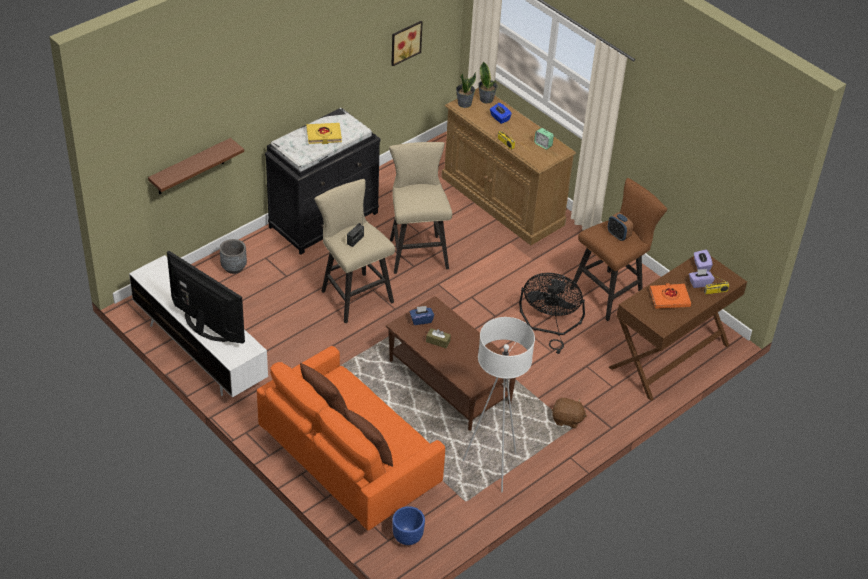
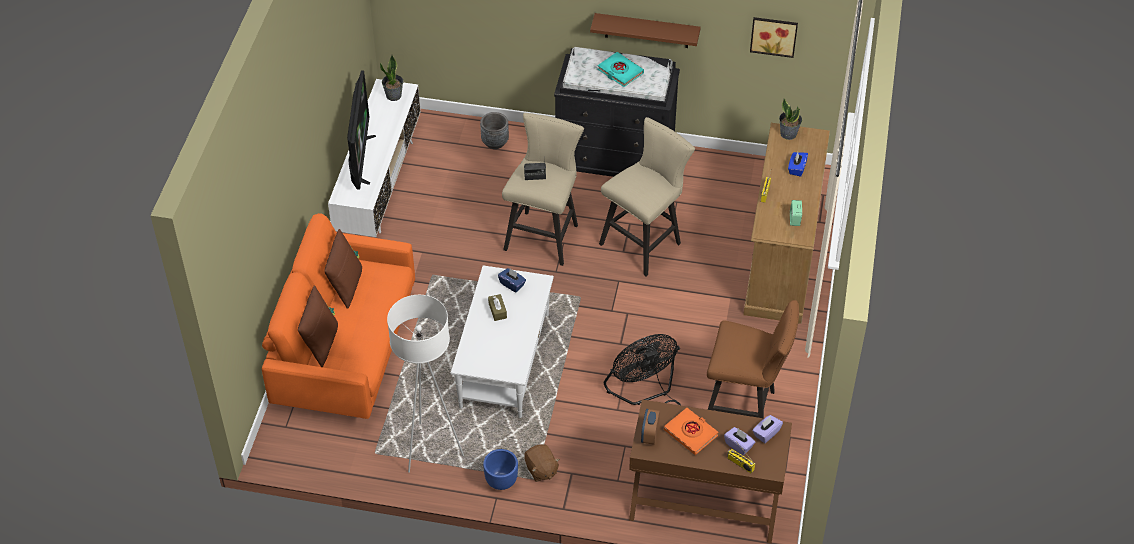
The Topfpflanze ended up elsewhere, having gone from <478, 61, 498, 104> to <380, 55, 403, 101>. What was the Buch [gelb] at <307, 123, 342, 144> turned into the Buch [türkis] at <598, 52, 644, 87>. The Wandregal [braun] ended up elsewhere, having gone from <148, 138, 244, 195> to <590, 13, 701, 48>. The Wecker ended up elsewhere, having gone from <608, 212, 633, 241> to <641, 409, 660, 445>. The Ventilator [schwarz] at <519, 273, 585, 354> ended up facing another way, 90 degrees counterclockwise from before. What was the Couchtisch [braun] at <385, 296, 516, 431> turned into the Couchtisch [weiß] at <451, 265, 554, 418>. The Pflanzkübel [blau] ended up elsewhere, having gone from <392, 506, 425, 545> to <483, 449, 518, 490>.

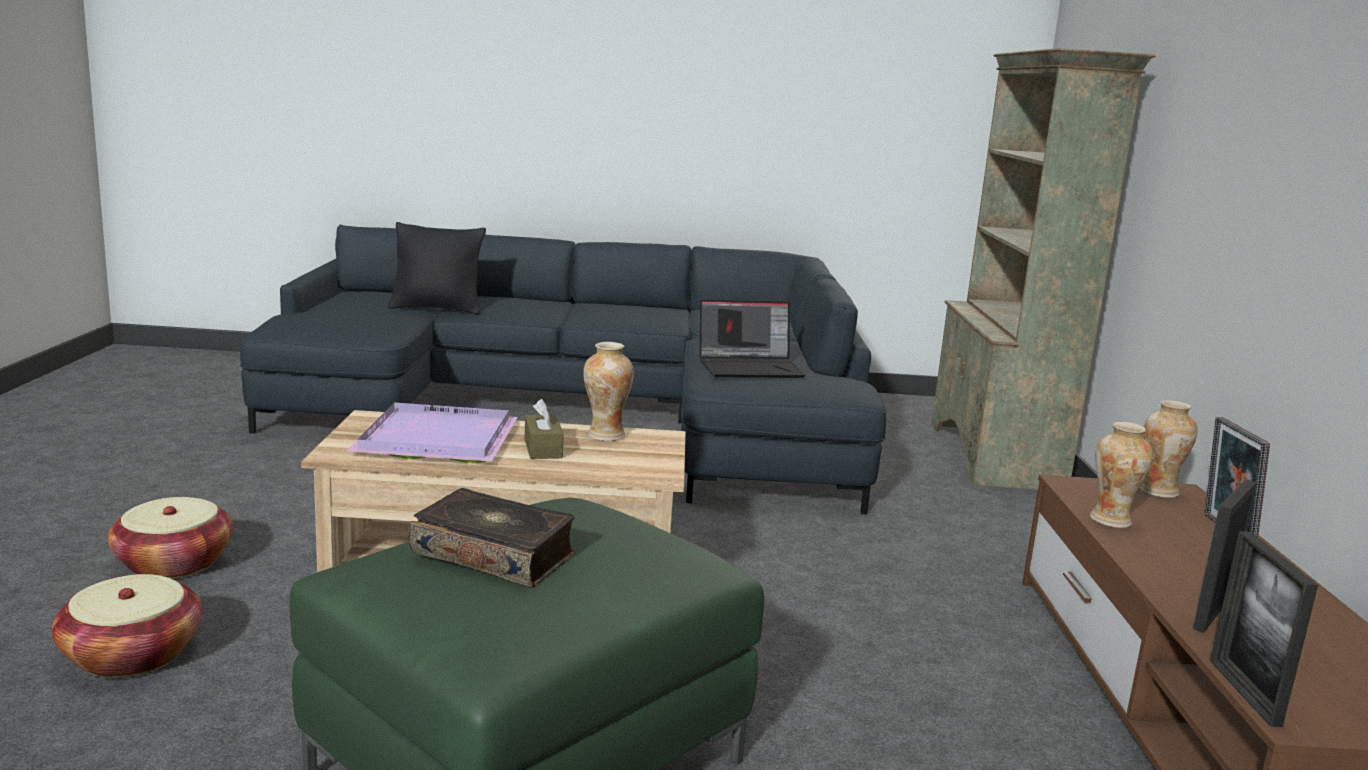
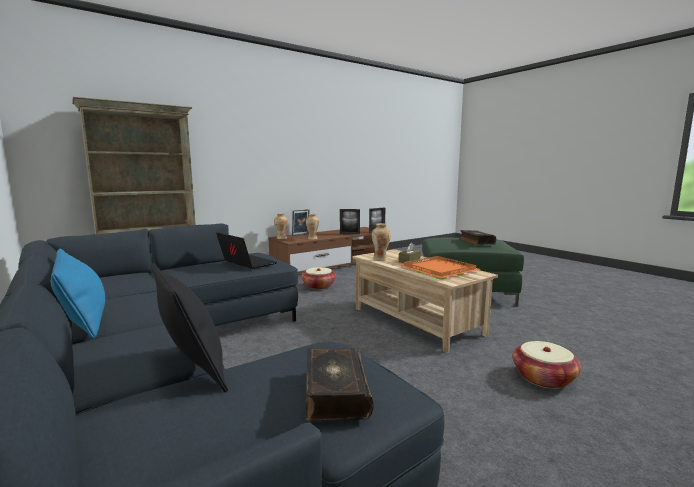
What was the Tablett [lila] at <346, 402, 518, 463> turned into the Tablett [orange] at <399, 256, 480, 279>. The Korb ended up elsewhere, having gone from <52, 574, 202, 678> to <302, 267, 336, 290>. The second view gained the Kissen [blau] at <51, 249, 105, 339>. The second view gained the Buch at <306, 347, 374, 422>.

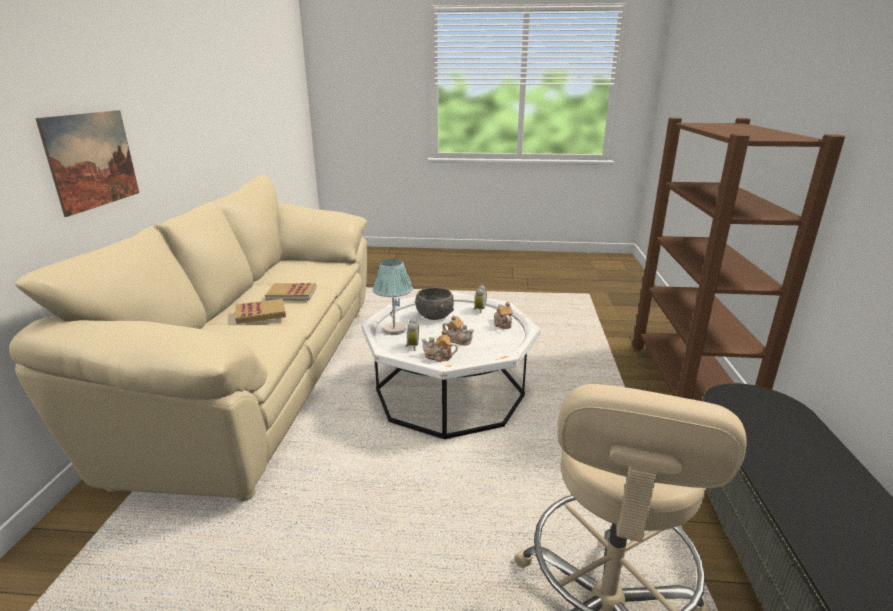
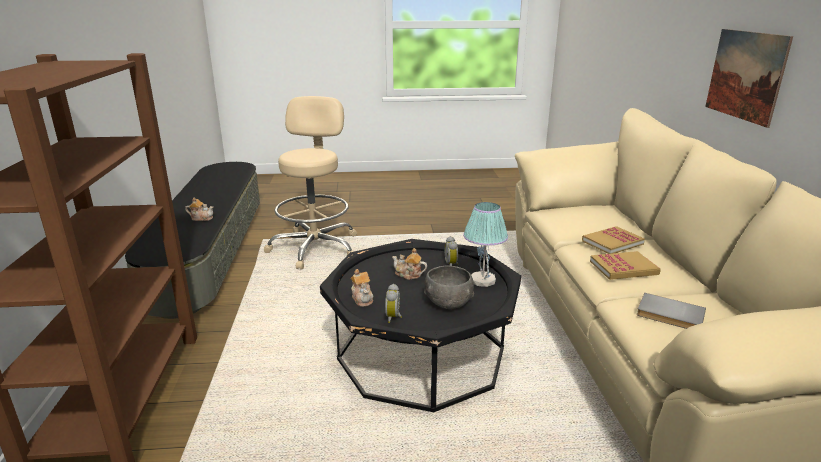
What was the Couchtisch [weiß] at <362, 292, 540, 439> turned into the Couchtisch [schwarz] at <320, 239, 521, 412>. The Teekanne ended up elsewhere, having gone from <421, 330, 458, 362> to <185, 198, 213, 221>. The second view gained the Buch [grau] at <637, 293, 706, 329>.

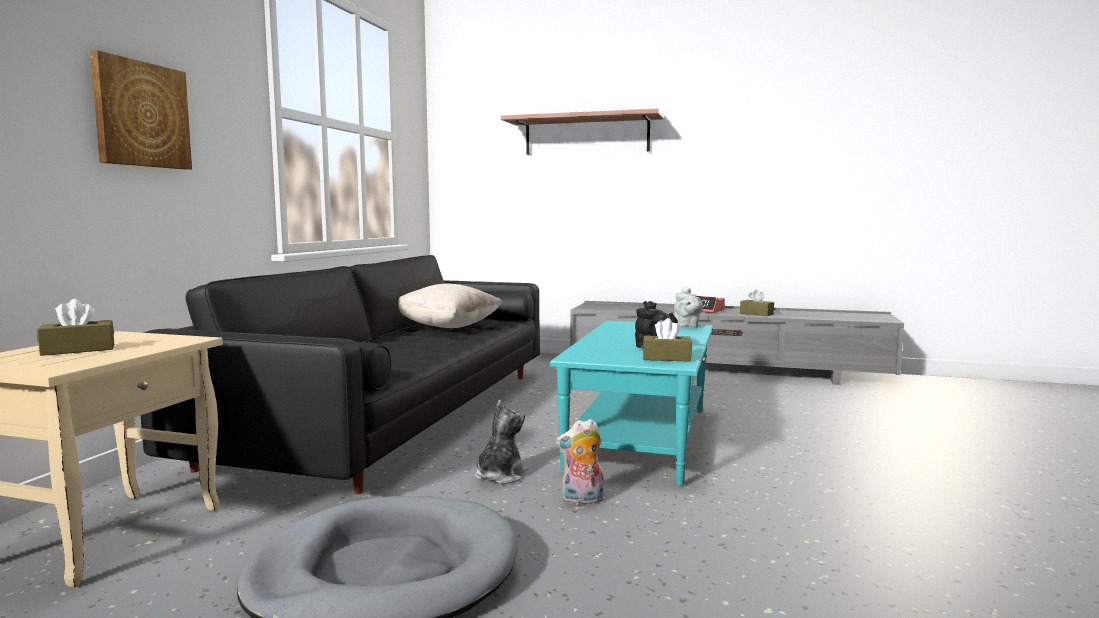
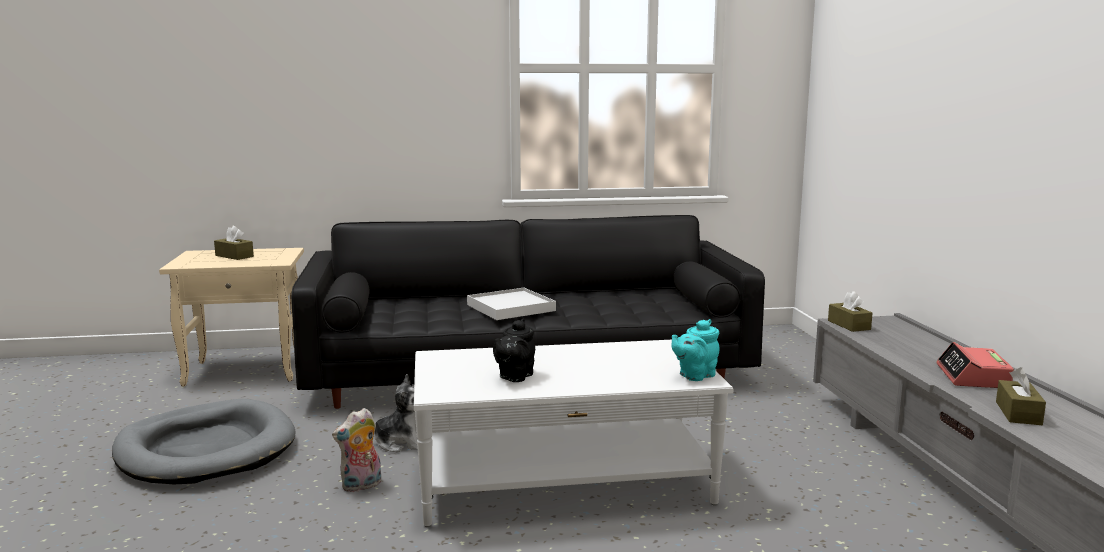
The second view lost the Bild at <90, 50, 192, 170>. The second view lost the Wandregal at <501, 109, 664, 155>. The second view lost the Kissen [beige] at <398, 284, 503, 328>. What was the Teekanne [grau] at <674, 287, 703, 328> turned into the Teekanne [türkis] at <672, 319, 720, 381>. The Taschentuchbox [braun] ended up elsewhere, having gone from <643, 318, 692, 362> to <828, 291, 873, 332>. What was the Couchtisch [türkis] at <550, 321, 713, 487> turned into the Couchtisch [weiß] at <414, 340, 733, 527>. The Plüschtier at <556, 419, 604, 506> ended up facing another way, 90 degrees counterclockwise from before. The second view gained the Tablett [weiß] at <467, 288, 556, 320>.

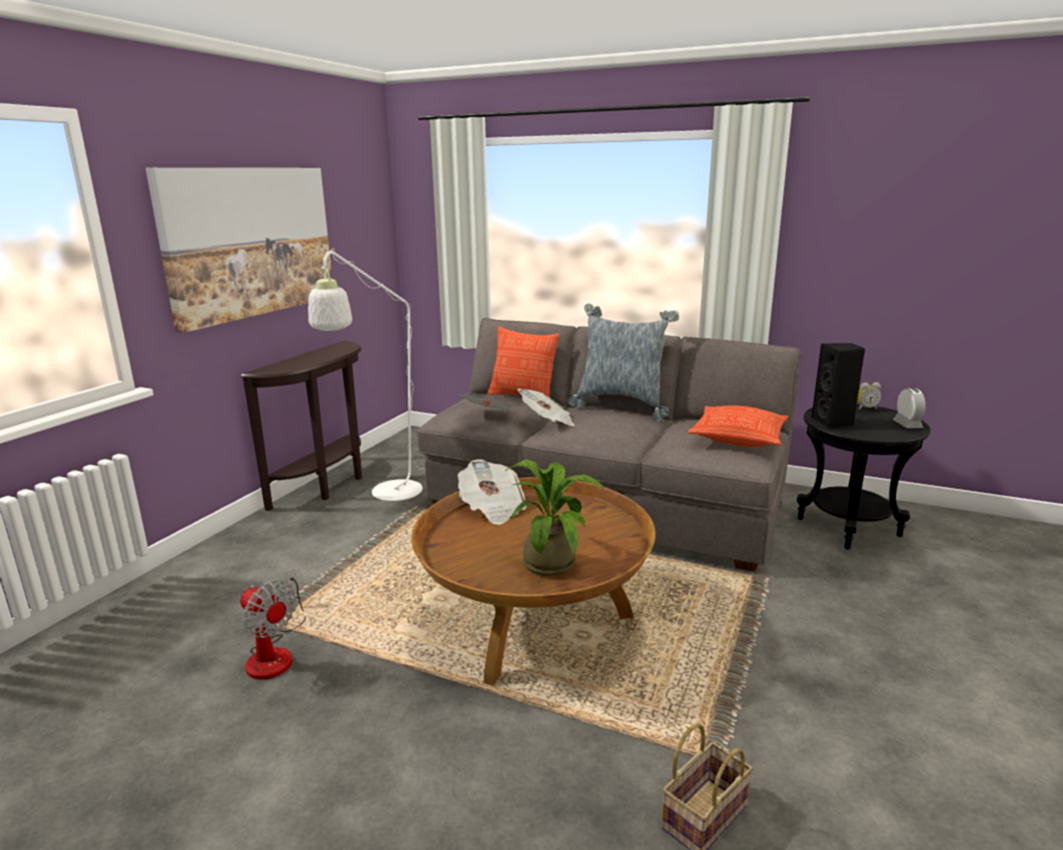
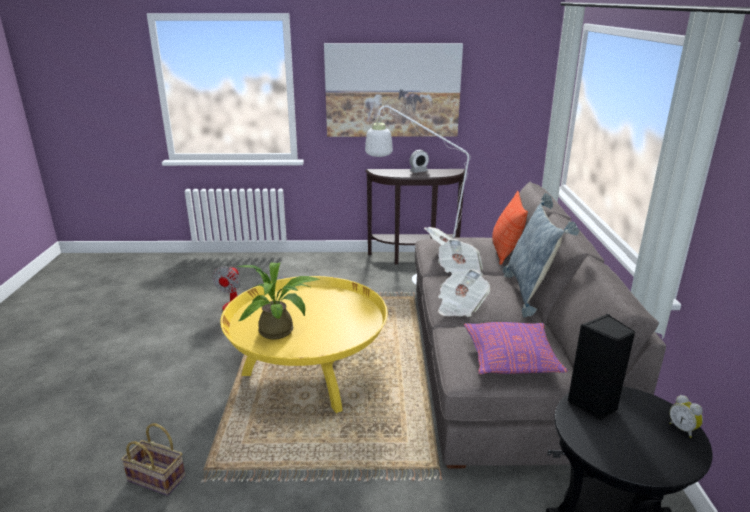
The Wecker ended up elsewhere, having gone from <893, 388, 926, 428> to <409, 150, 429, 173>. What was the Kissen [orange] at <687, 406, 788, 447> turned into the Kissen [lila] at <464, 322, 568, 374>. The Zeitung ended up elsewhere, having gone from <458, 459, 527, 525> to <438, 269, 490, 317>. What was the Couchtisch [braun] at <411, 477, 656, 686> turned into the Couchtisch [gelb] at <220, 276, 388, 413>.

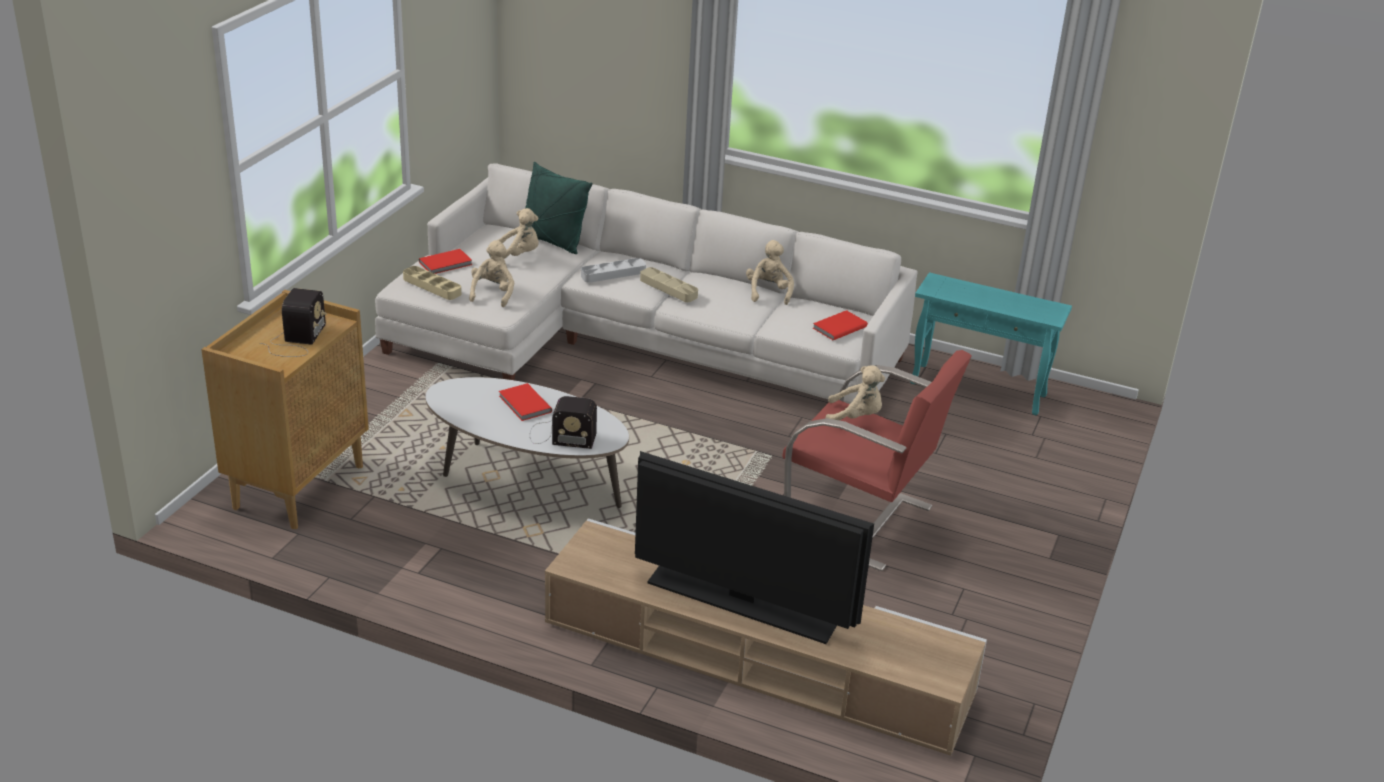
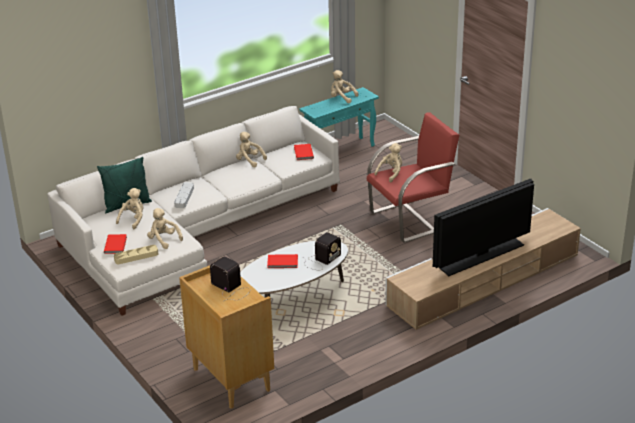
The second view lost the Tablett [beige] at <640, 267, 698, 302>. The second view gained the Plüschtier [beige] at <331, 70, 359, 103>.

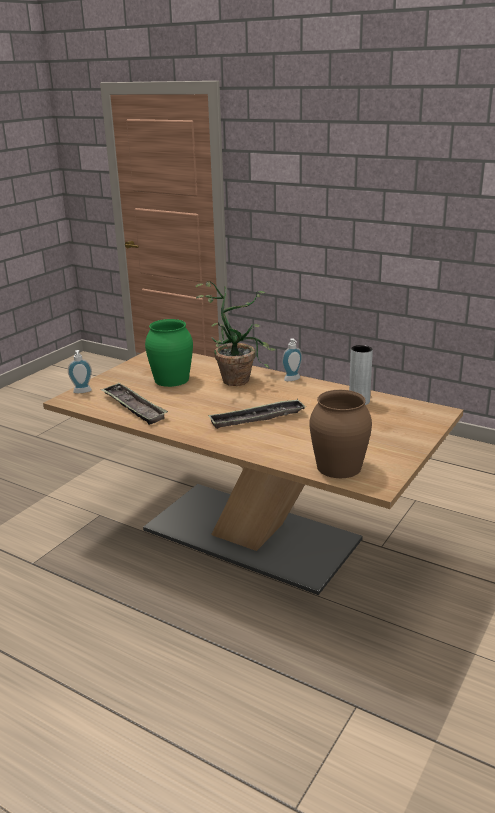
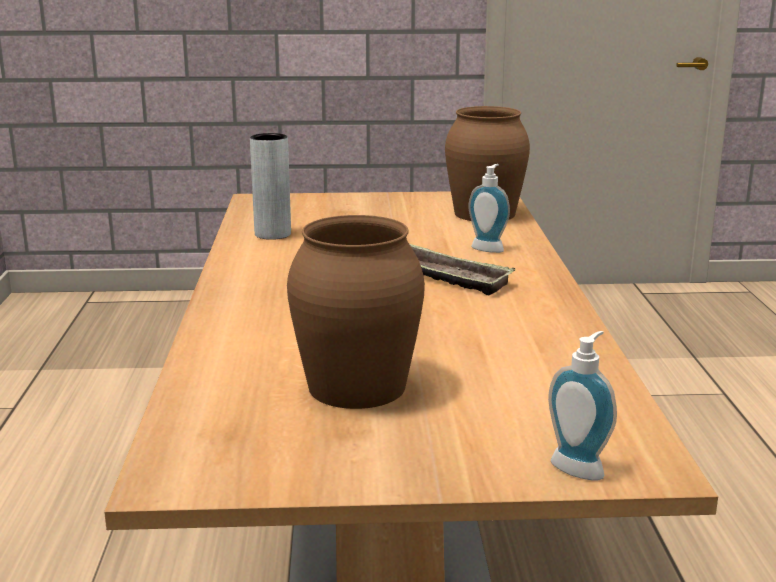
The second view lost the Topfpflanze at <195, 281, 276, 386>. What was the Vase [grün] at <145, 319, 193, 387> turned into the Vase [braun] at <287, 215, 425, 409>. The Seifenspender ended up elsewhere, having gone from <282, 338, 302, 381> to <469, 164, 510, 253>. The second view lost the Tablett at <101, 383, 168, 425>.

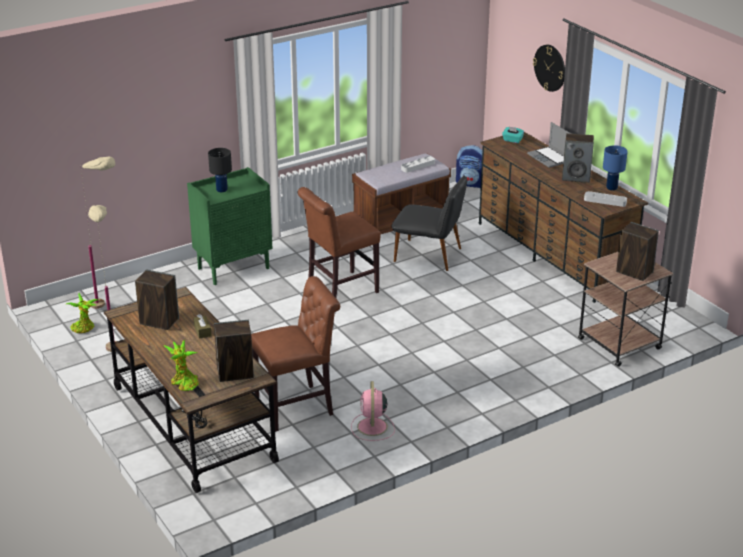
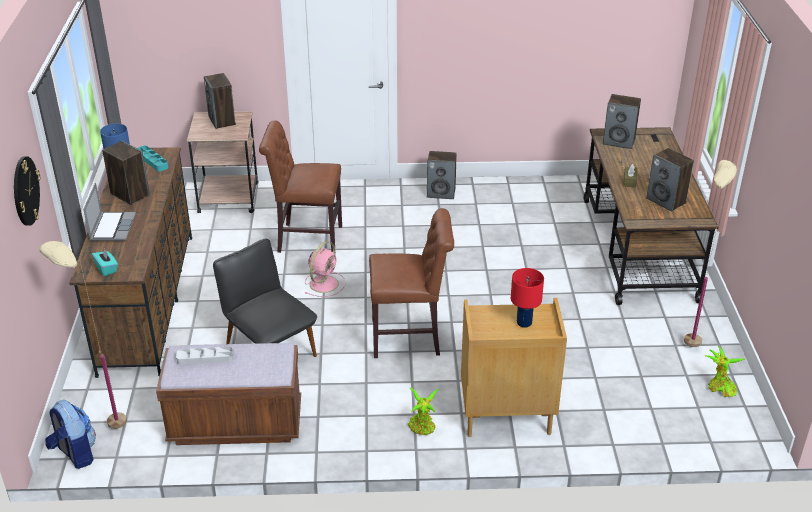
What was the Tischlampe [schwarz] at <208, 148, 232, 192> turned into the Tischlampe [rot] at <511, 268, 544, 328>. The Stehlampe [beige] ended up elsewhere, having gone from <81, 157, 115, 309> to <39, 241, 127, 429>. What was the Schrank [grün] at <187, 167, 273, 285> turned into the Schrank [braun] at <461, 298, 567, 437>. What was the Tablett [grau] at <584, 191, 627, 207> turned into the Tablett [türkis] at <138, 146, 169, 171>. The Stuhl [braun] ended up elsewhere, having gone from <251, 276, 340, 432> to <259, 120, 342, 253>. The Topfpflanze ended up elsewhere, having gone from <164, 340, 199, 391> to <408, 388, 440, 435>. The Ventilator [rosa] ended up elsewhere, having gone from <351, 381, 395, 441> to <305, 241, 346, 297>. The second view gained the Lautsprecher at <427, 151, 457, 199>.

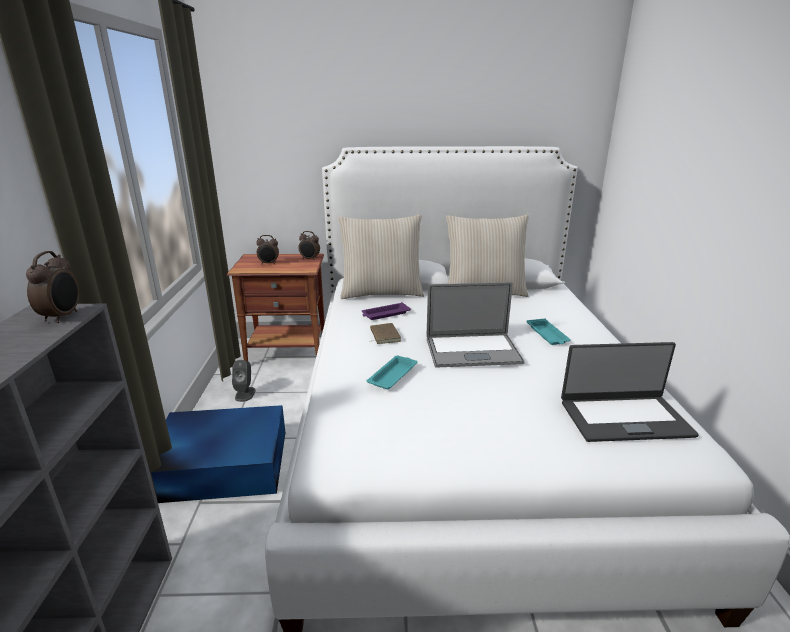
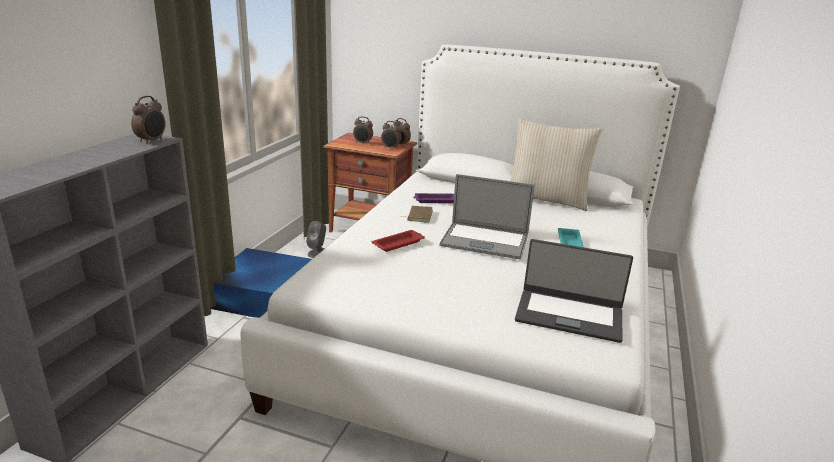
The second view lost the Kissen [beige] at <338, 214, 424, 299>. What was the Tablett [türkis] at <367, 356, 418, 389> turned into the Tablett [rot] at <371, 230, 425, 252>. The second view gained the Wecker at <381, 121, 402, 150>.

